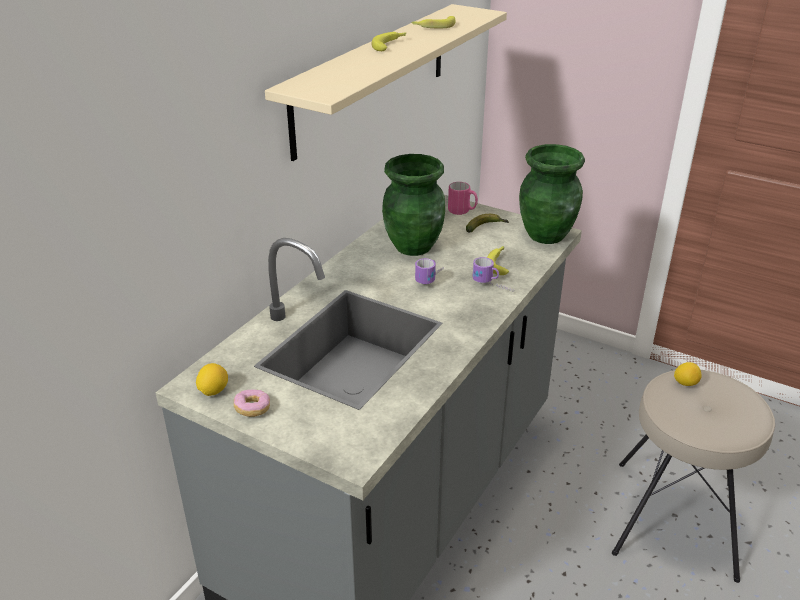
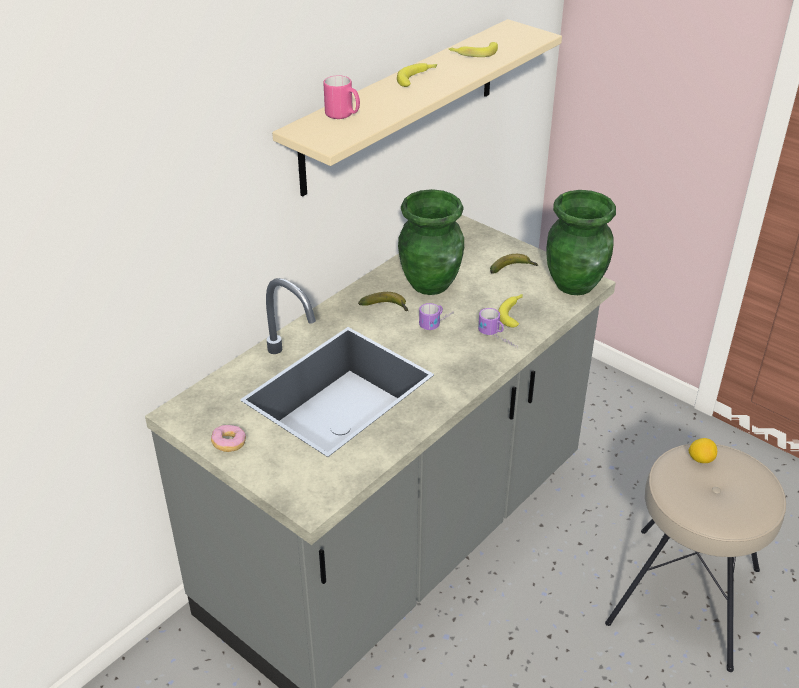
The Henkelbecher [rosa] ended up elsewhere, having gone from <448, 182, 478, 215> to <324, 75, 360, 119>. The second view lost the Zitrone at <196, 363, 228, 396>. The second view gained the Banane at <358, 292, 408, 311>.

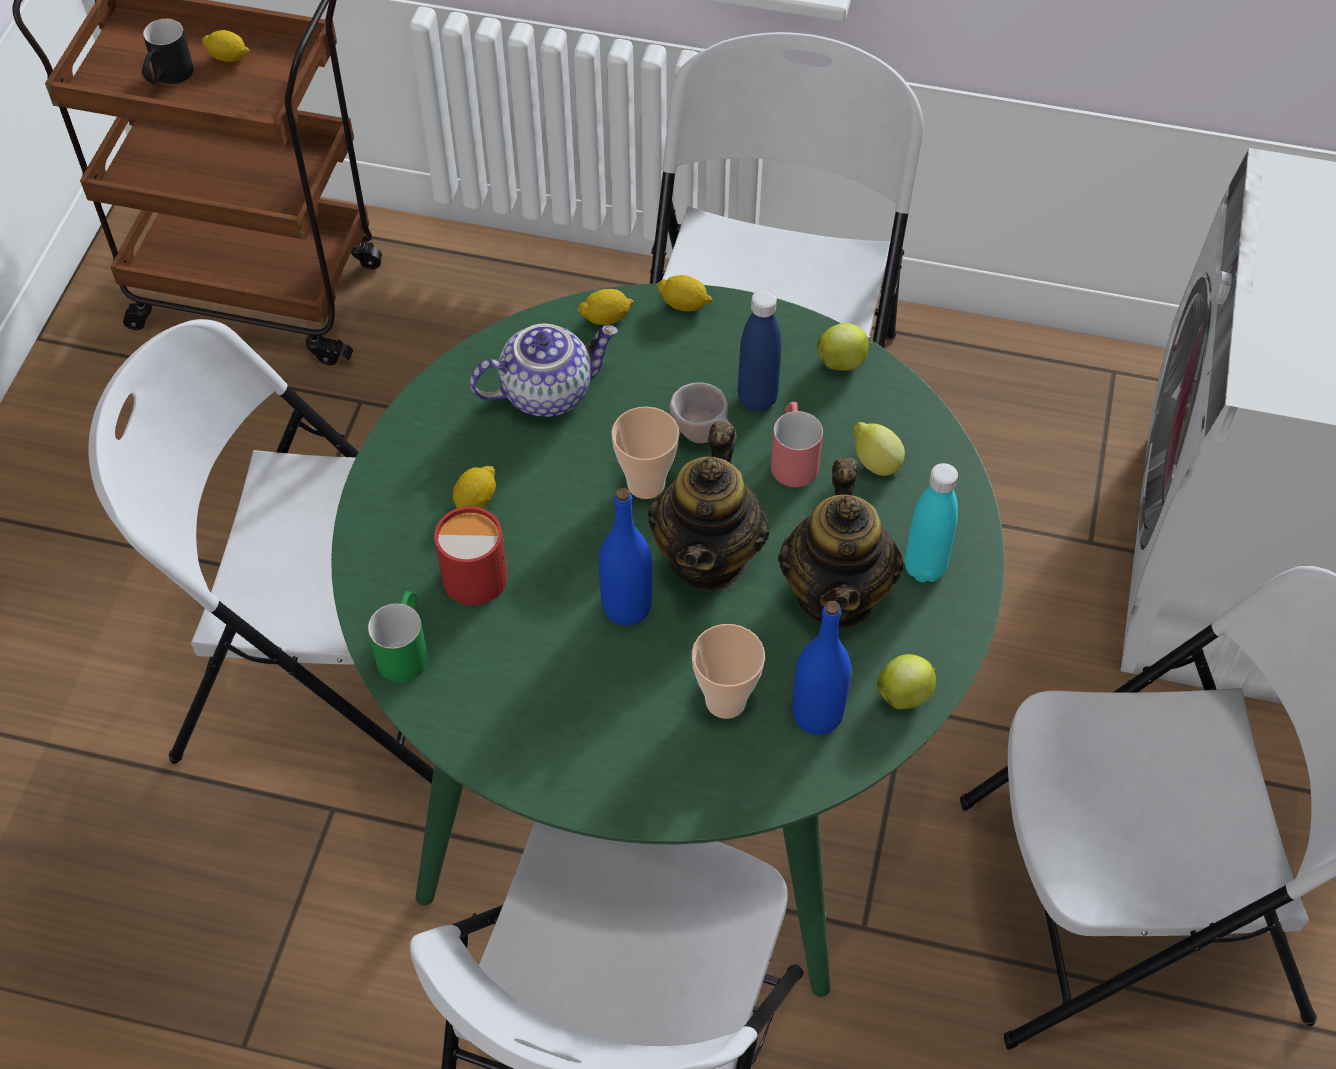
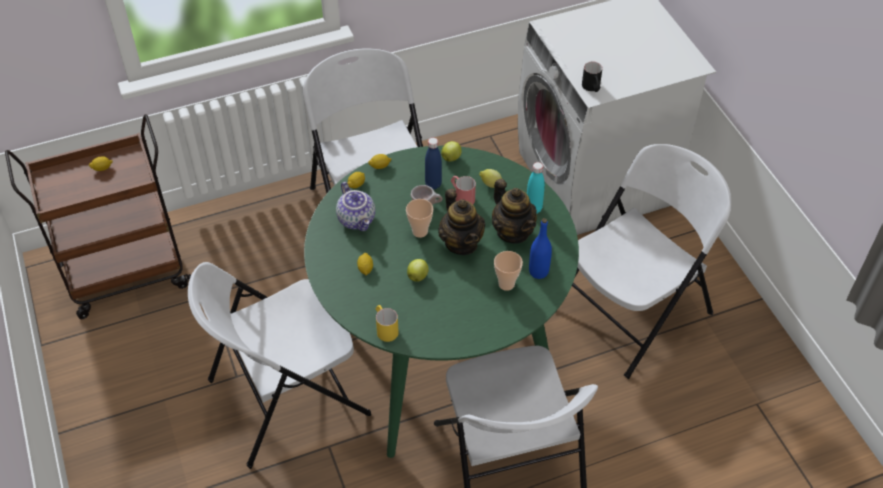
The Henkelbecher [schwarz] ended up elsewhere, having gone from <142, 18, 194, 84> to <582, 62, 603, 92>. The Teekanne at <470, 324, 618, 417> ended up facing another way, 120 degrees clockwise from before. The second view lost the Flasche [blau] at <599, 488, 652, 626>. The second view lost the Henkelbecher [rot] at <434, 506, 508, 605>. What was the Henkelbecher [grün] at <368, 591, 428, 682> turned into the Henkelbecher [gelb] at <376, 305, 399, 342>. The Apfel ended up elsewhere, having gone from <877, 654, 936, 709> to <407, 259, 429, 281>.

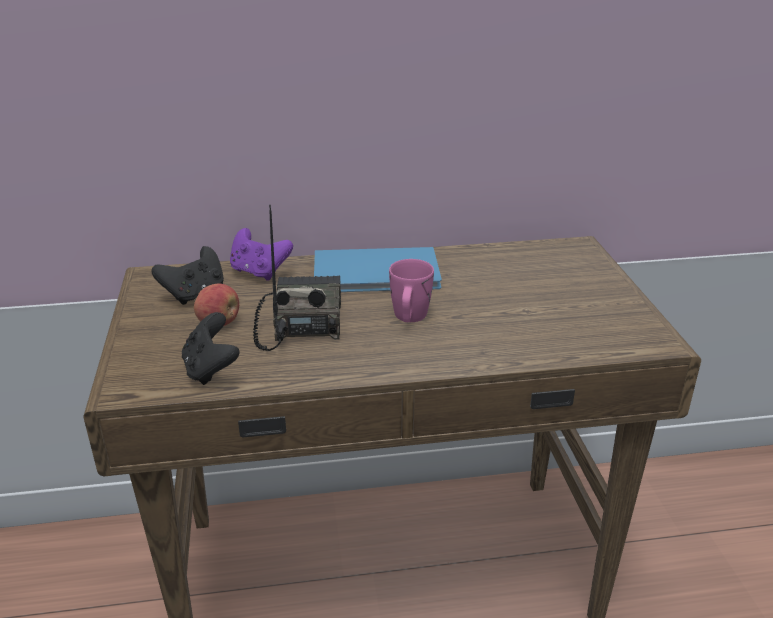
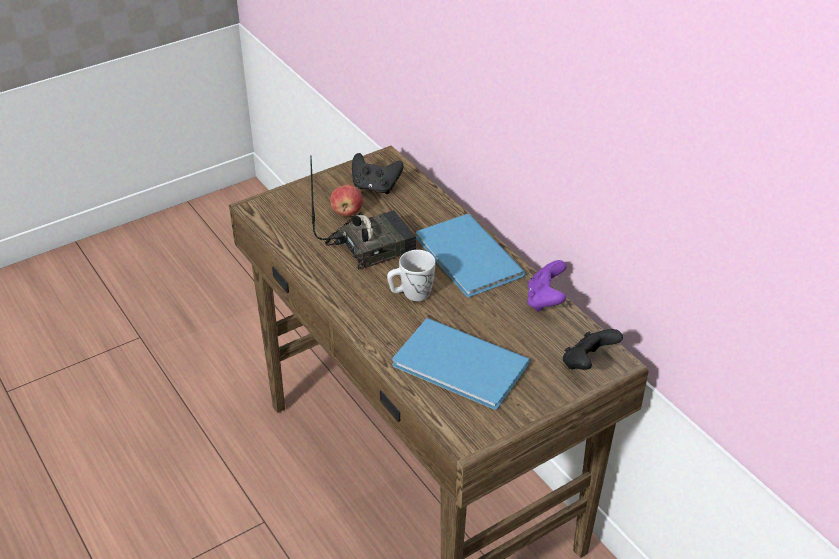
The Gamepad [lila] ended up elsewhere, having gone from <230, 228, 293, 281> to <527, 260, 567, 312>. What was the Henkelbecher [rosa] at <389, 259, 434, 322> turned into the Henkelbecher [weiß] at <387, 250, 435, 301>. The Gamepad [schwarz] ended up elsewhere, having gone from <182, 312, 239, 385> to <563, 329, 623, 370>. The second view gained the Buch [blau] at <392, 318, 530, 410>.

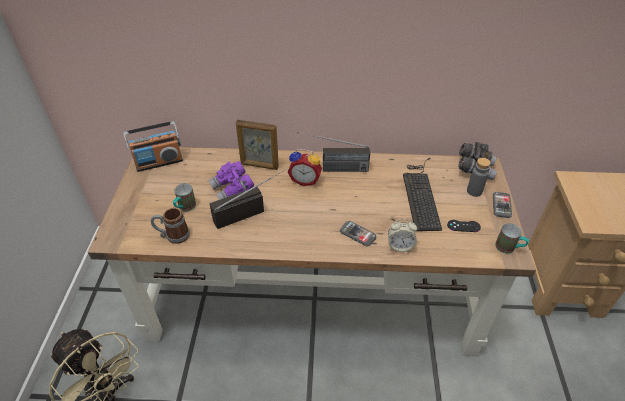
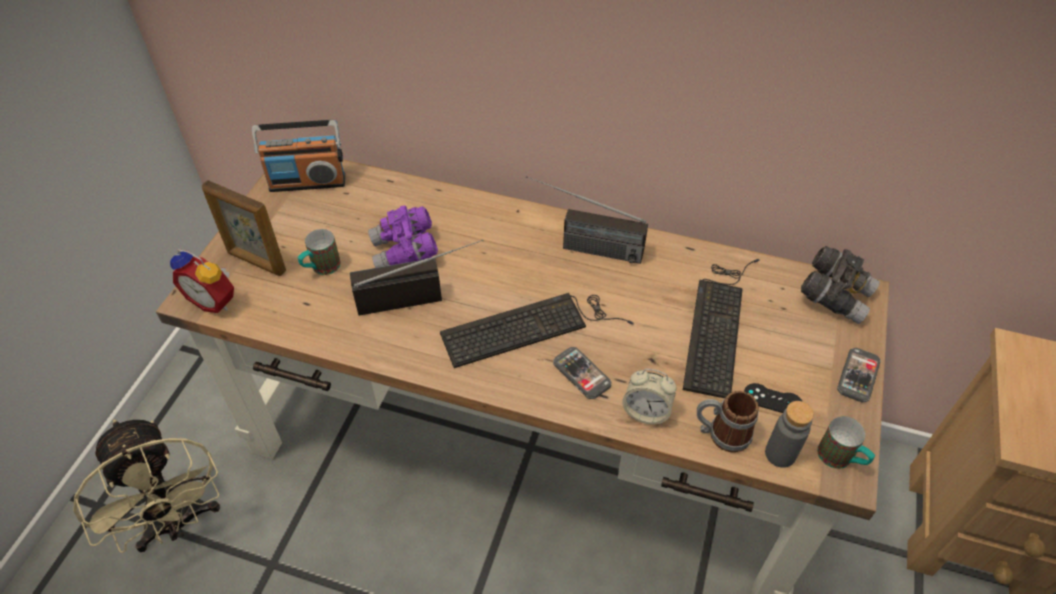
The Bilderrahmen ended up elsewhere, having gone from <236, 120, 279, 170> to <202, 180, 286, 276>. The Wecker ended up elsewhere, having gone from <288, 149, 322, 186> to <170, 249, 234, 313>. The Flasche [grau] ended up elsewhere, having gone from <467, 158, 491, 197> to <765, 401, 814, 468>. The Henkelbecher ended up elsewhere, having gone from <151, 208, 190, 244> to <697, 391, 759, 453>. The second view gained the Tastatur at <440, 293, 634, 368>.

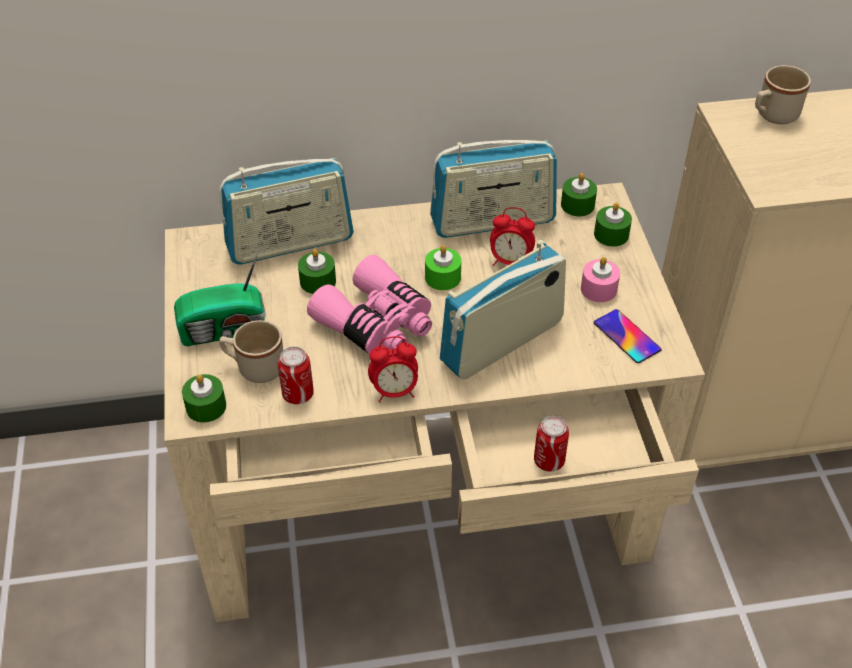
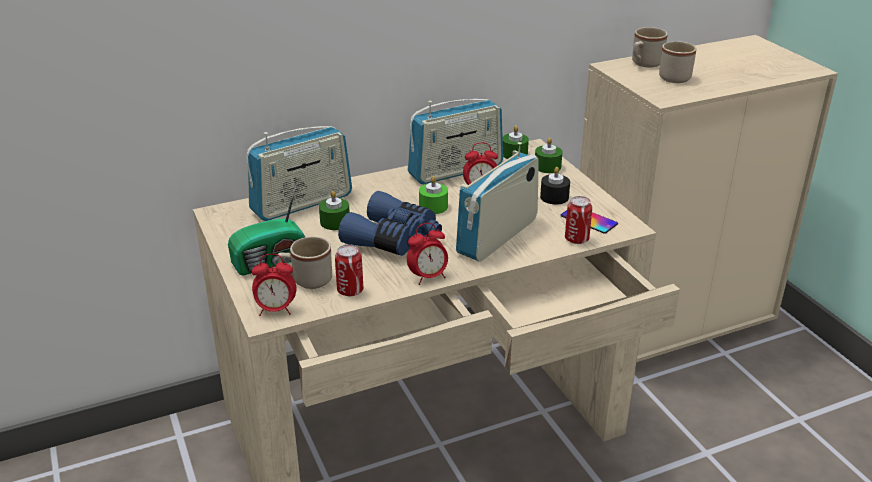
What was the Fernglas [rosa] at <307, 255, 432, 354> turned into the Fernglas [blau] at <338, 191, 442, 256>. What was the Kerze [rosa] at <581, 257, 620, 302> turned into the Kerze [schwarz] at <540, 167, 570, 205>. Where the Kerze [grün] stood at <182, 374, 226, 423>, the Wecker came to stand at <252, 254, 296, 316>. The Dose ended up elsewhere, having gone from <534, 416, 569, 472> to <565, 196, 592, 244>. The second view gained the Henkelbecher [beige] at <659, 41, 696, 83>.

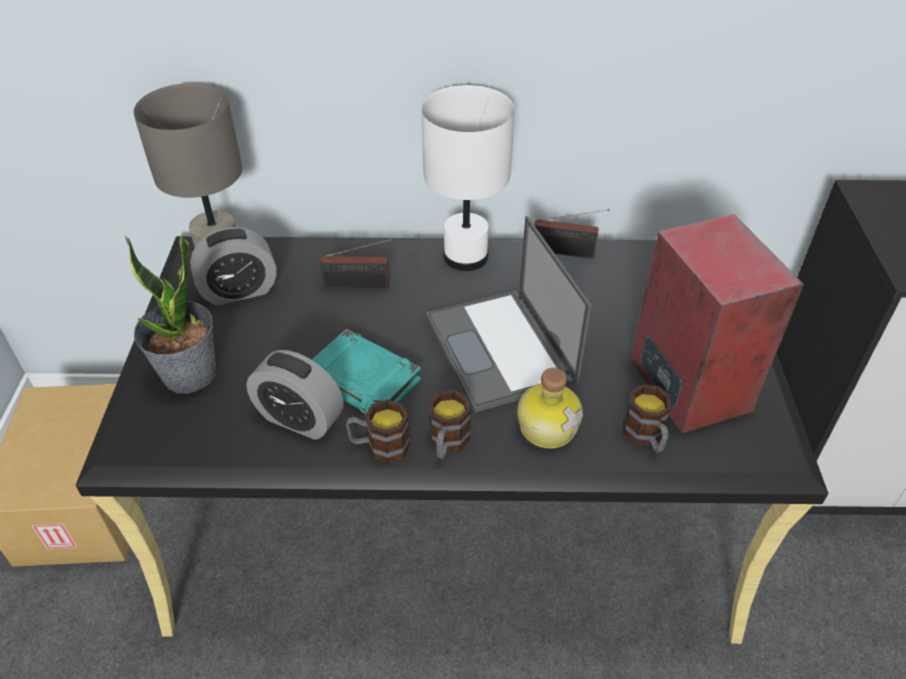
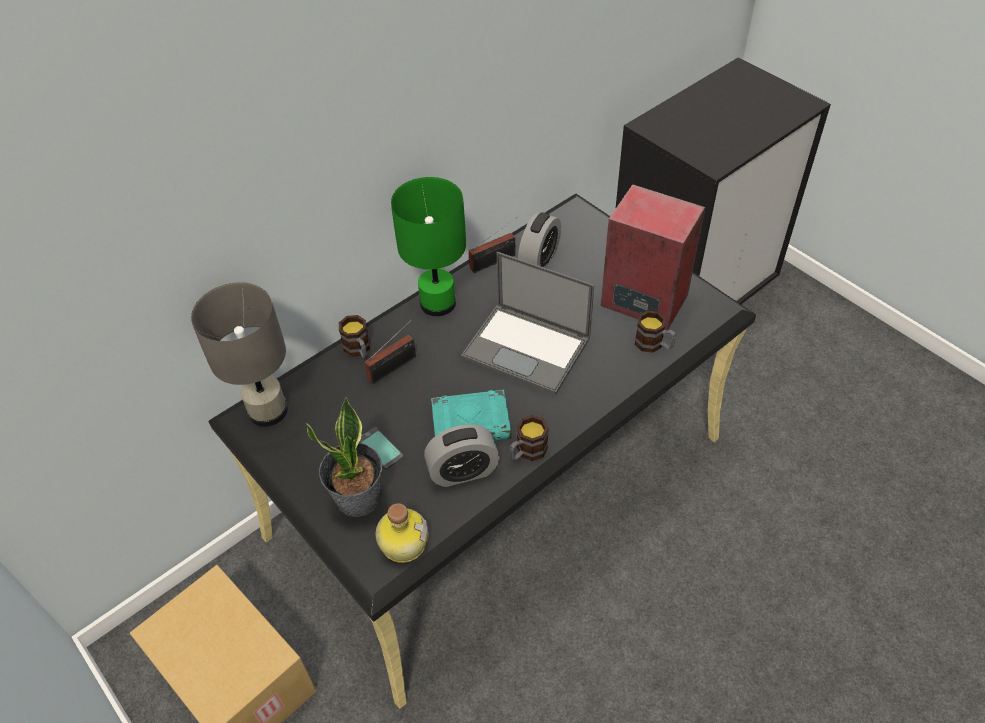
What was the Tischlampe [weiß] at <422, 85, 514, 271> turned into the Tischlampe [grün] at <391, 177, 466, 316>. The Wecker ended up elsewhere, having gone from <190, 227, 277, 306> to <518, 212, 561, 268>. The Flasche ended up elsewhere, having gone from <517, 368, 583, 448> to <376, 503, 429, 563>. The Henkelbecher ended up elsewhere, having gone from <429, 390, 471, 459> to <339, 315, 370, 359>. The second view gained the Handy at <359, 427, 403, 470>.

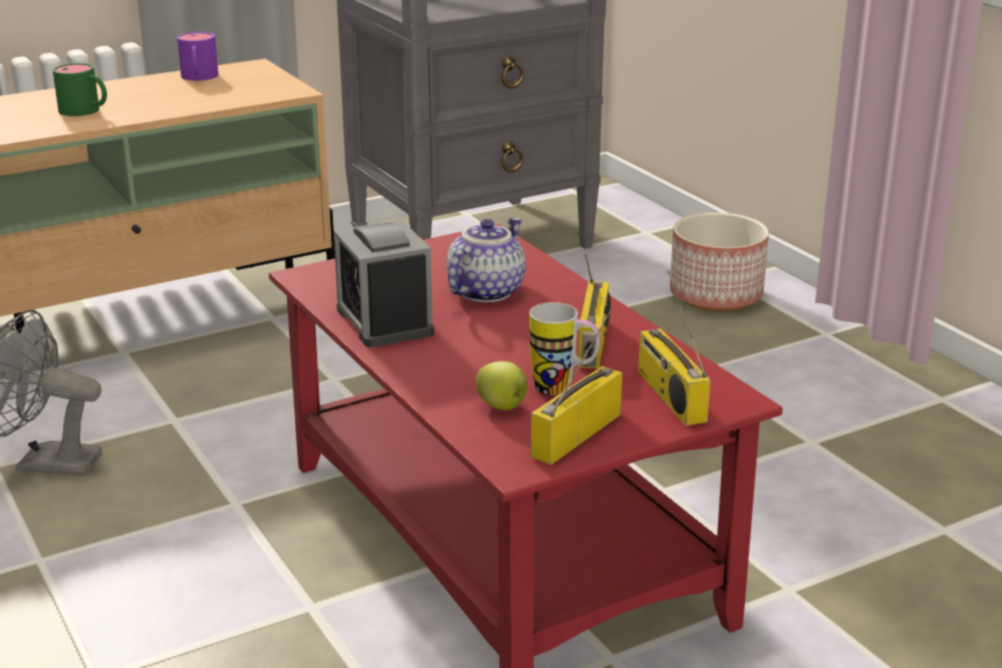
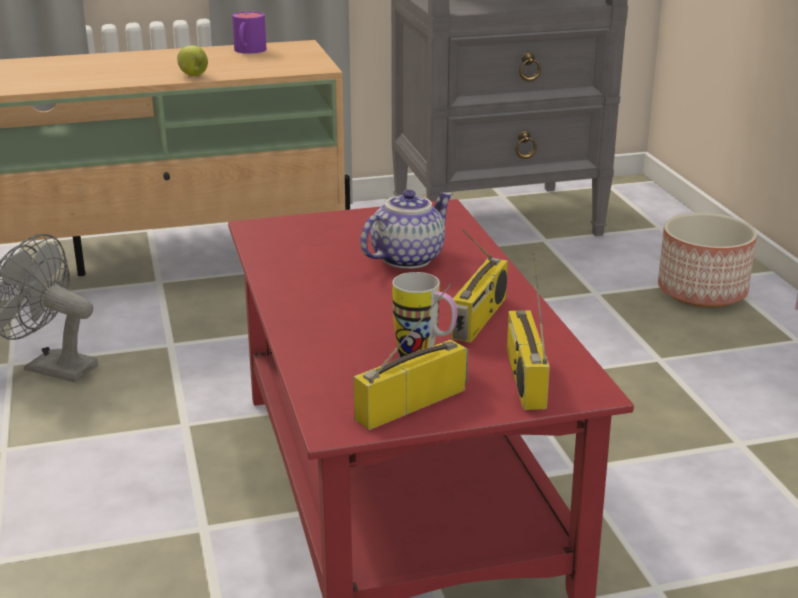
The second view lost the Henkelbecher [grün] at <53, 63, 107, 116>. The second view lost the Wecker at <334, 220, 434, 347>. The Apfel ended up elsewhere, having gone from <476, 361, 528, 410> to <177, 45, 208, 76>.

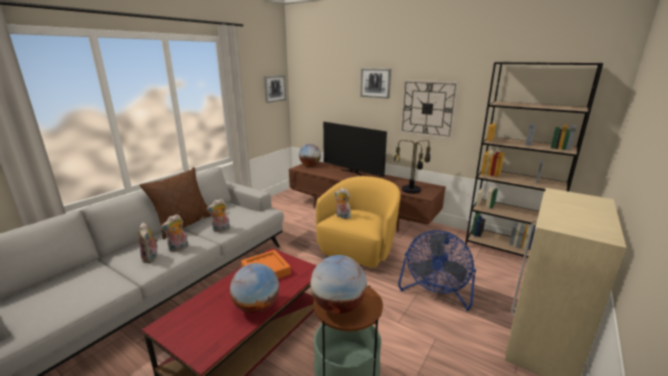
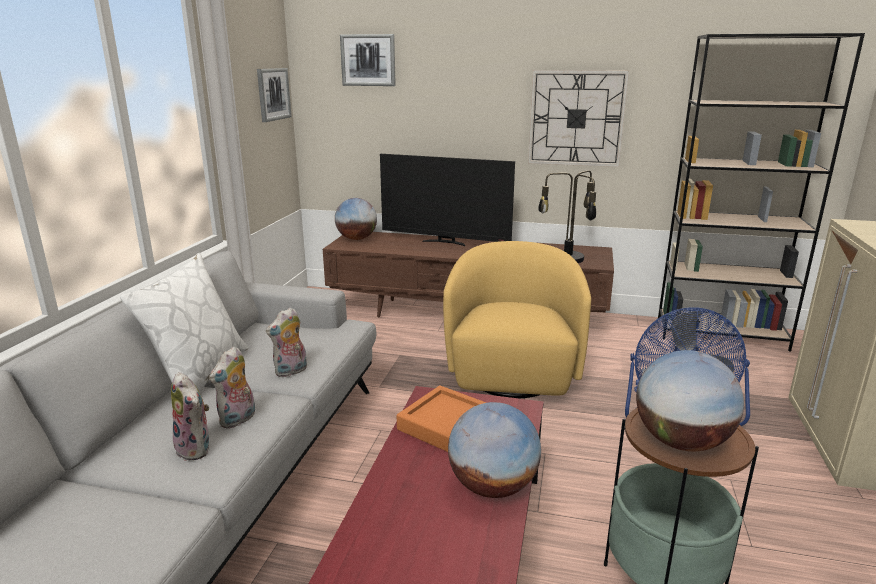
The Bild ended up elsewhere, having gone from <360, 68, 391, 99> to <340, 34, 396, 86>. What was the Kissen [braun] at <140, 167, 211, 239> turned into the Kissen [weiß] at <120, 253, 248, 392>. The second view lost the Plüschtier at <334, 188, 351, 219>.

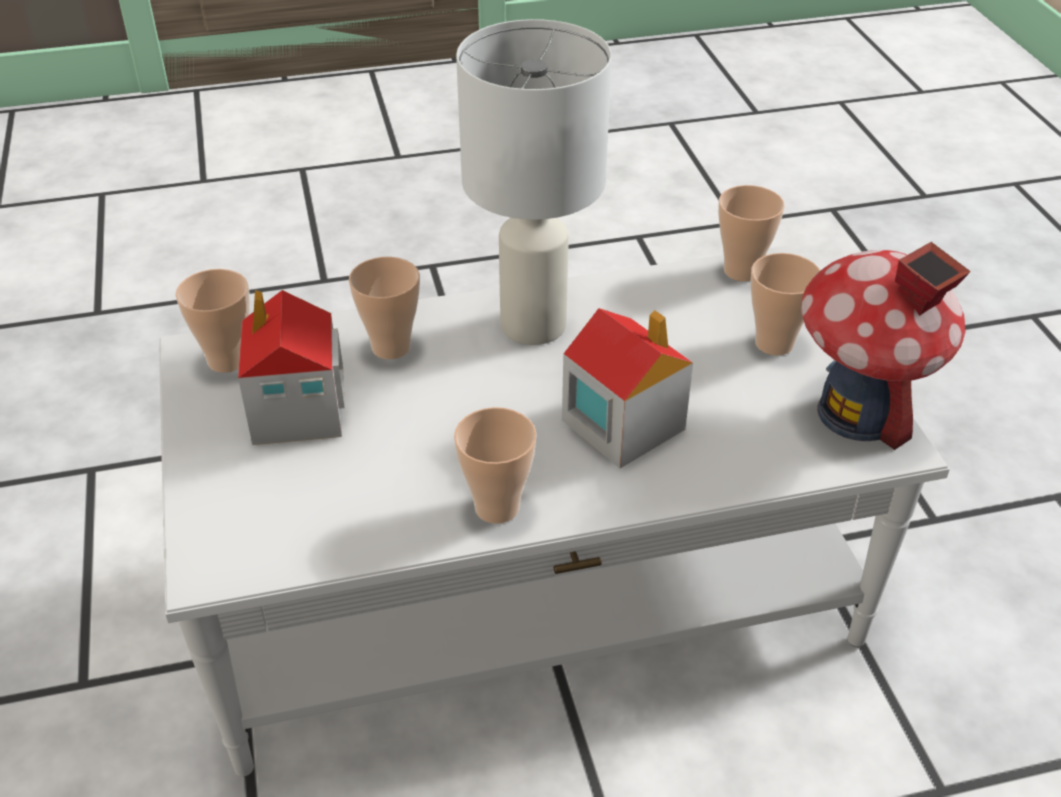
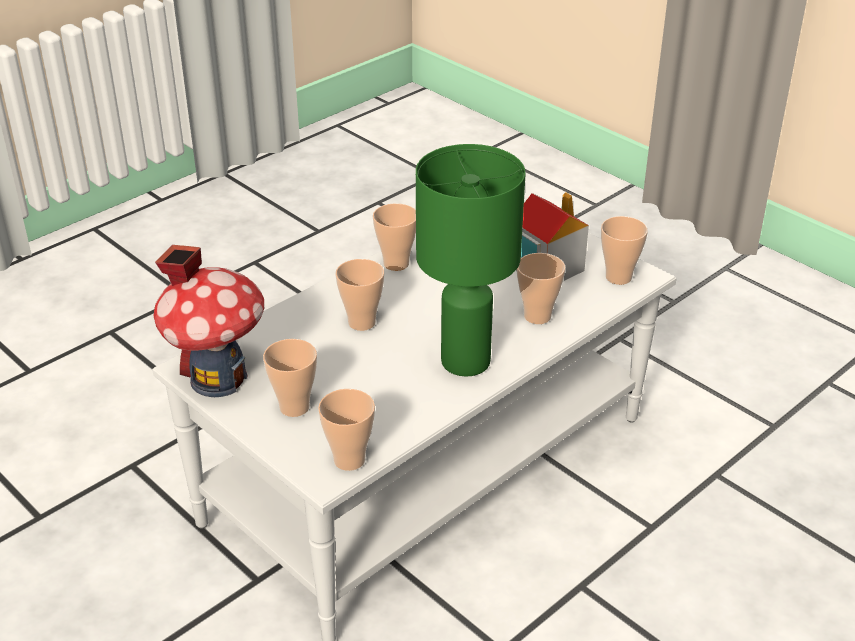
What was the Tischlampe [weiß] at <456, 19, 612, 345> turned into the Tischlampe [grün] at <416, 144, 526, 376>. Where the Spielzeughaus stood at <562, 308, 693, 468>, the Tasse came to stand at <335, 259, 384, 331>.

